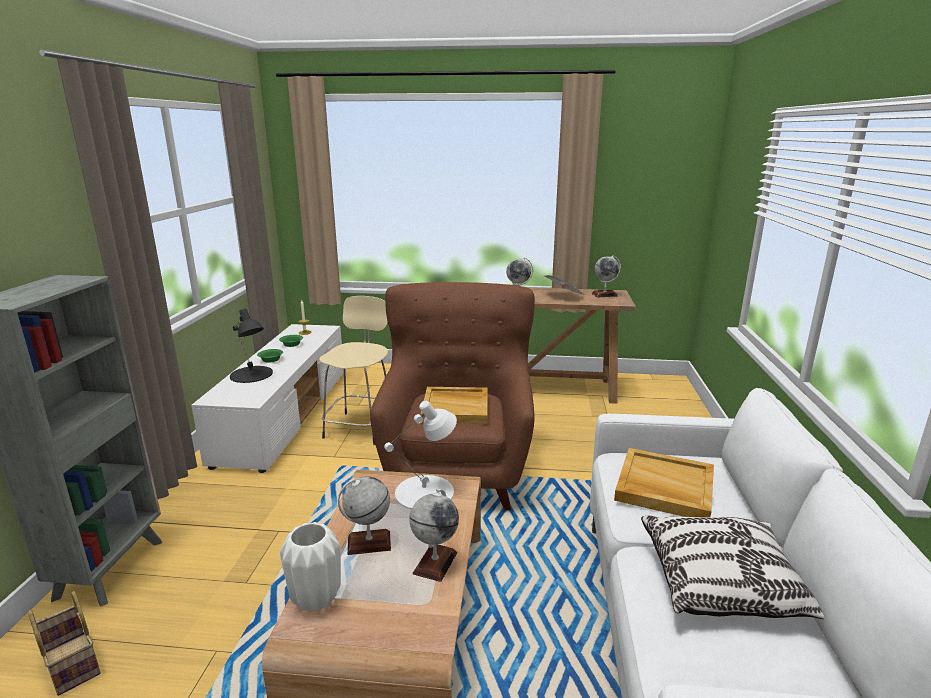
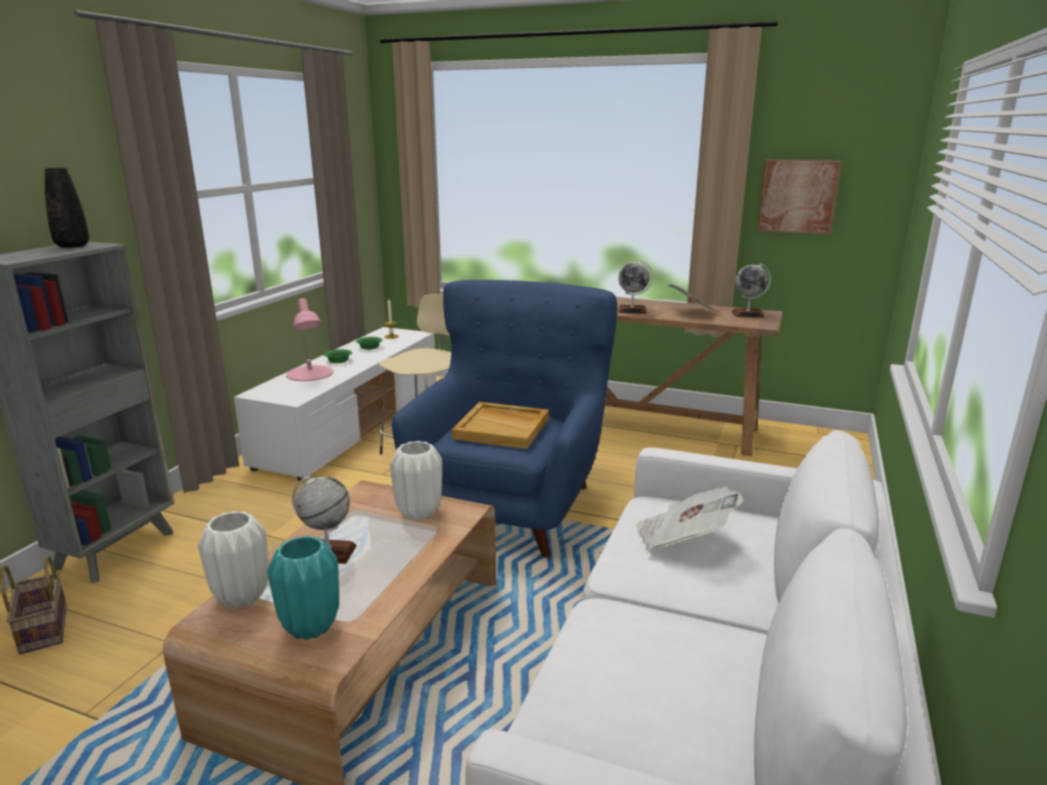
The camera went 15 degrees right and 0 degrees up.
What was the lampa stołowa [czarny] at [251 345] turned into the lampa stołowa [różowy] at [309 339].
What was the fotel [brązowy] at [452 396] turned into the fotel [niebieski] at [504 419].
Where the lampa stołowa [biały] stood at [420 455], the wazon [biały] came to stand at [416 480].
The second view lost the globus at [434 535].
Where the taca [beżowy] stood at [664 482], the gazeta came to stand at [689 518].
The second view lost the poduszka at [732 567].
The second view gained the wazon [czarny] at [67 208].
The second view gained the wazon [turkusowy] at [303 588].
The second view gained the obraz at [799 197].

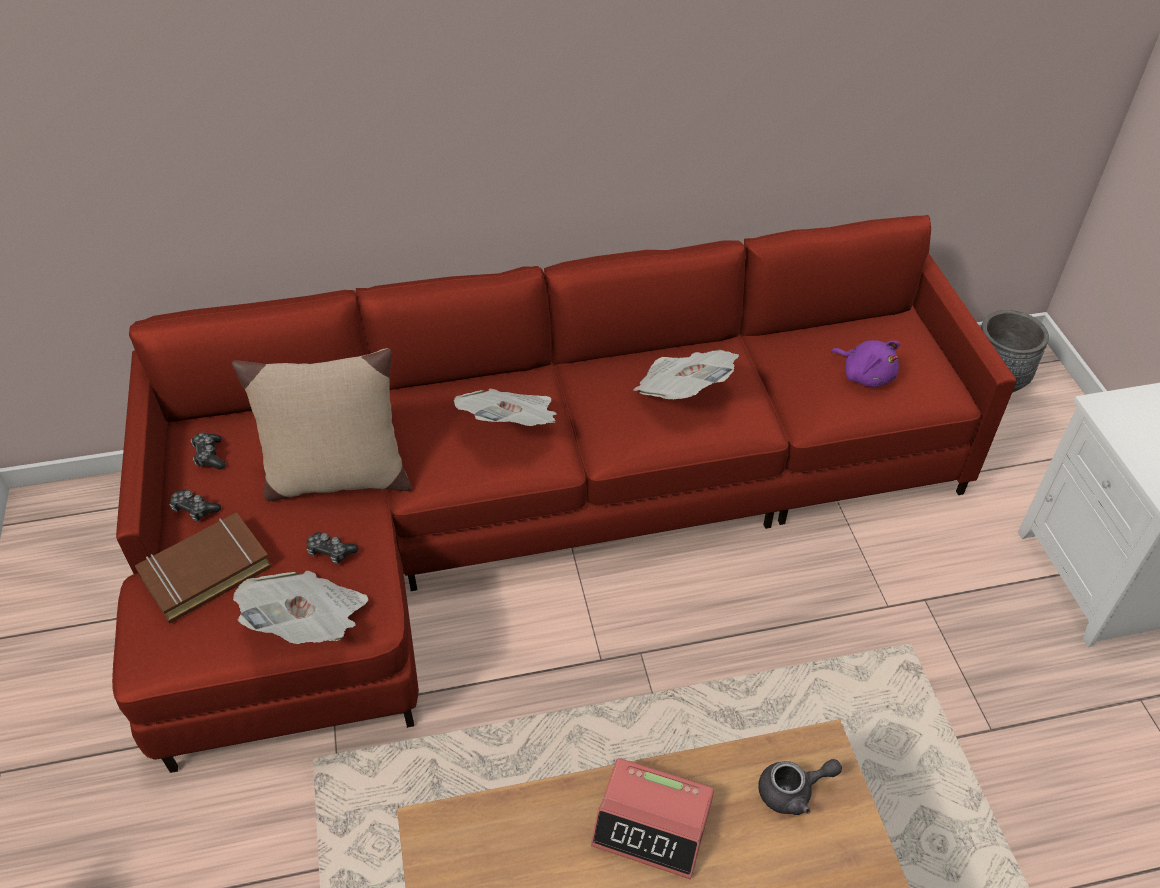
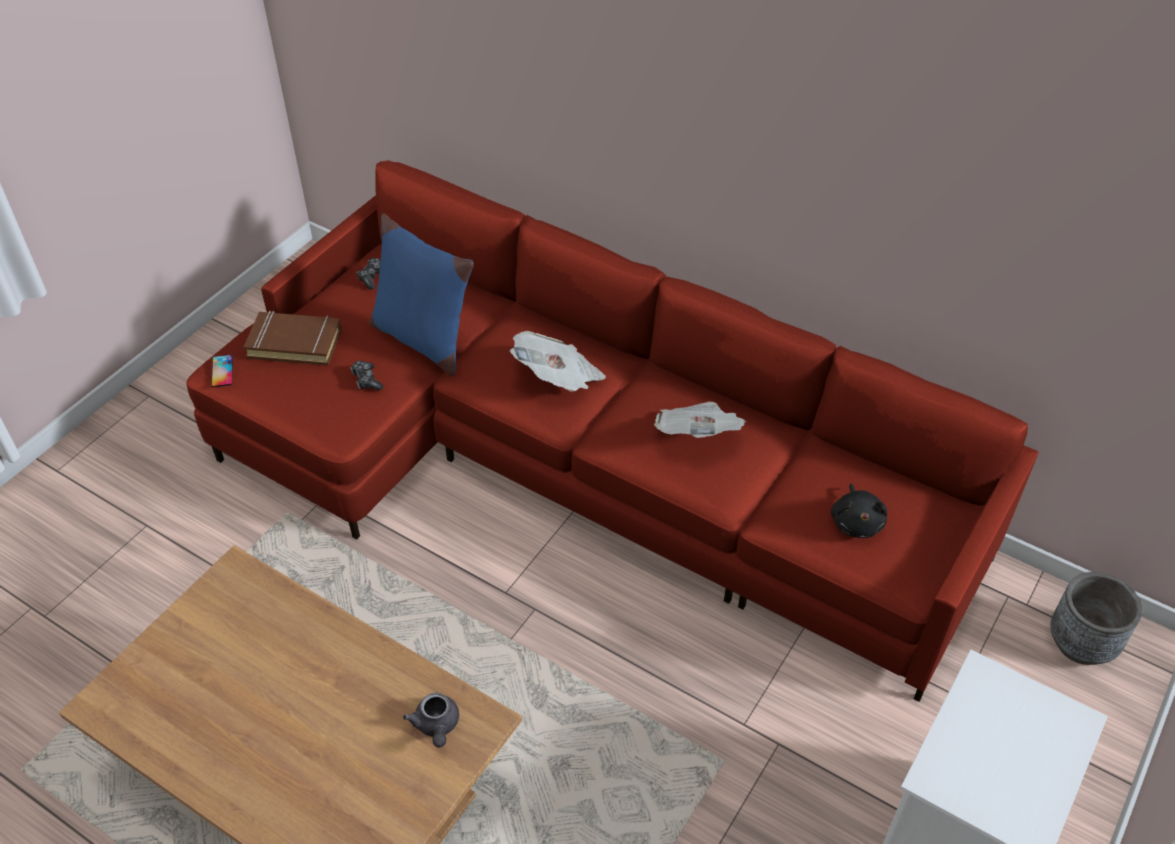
The camera went 45 degrees right and 0 degrees up.
The second view lost the pad do gier at [195 505].
What was the poduszka [beżowy] at [321 424] turned into the poduszka [niebieski] at [421 294].
The second view lost the gazeta at [300 607].
The second view lost the budzik at [652 818].
The imbryk [szary] at [800 787] ended up facing another way, 45 degrees clockwise from before.
What was the pluszak [fioletowy] at [865 363] turned into the pluszak [czarny] at [859 511].
The second view gained the telefon at [222 371].

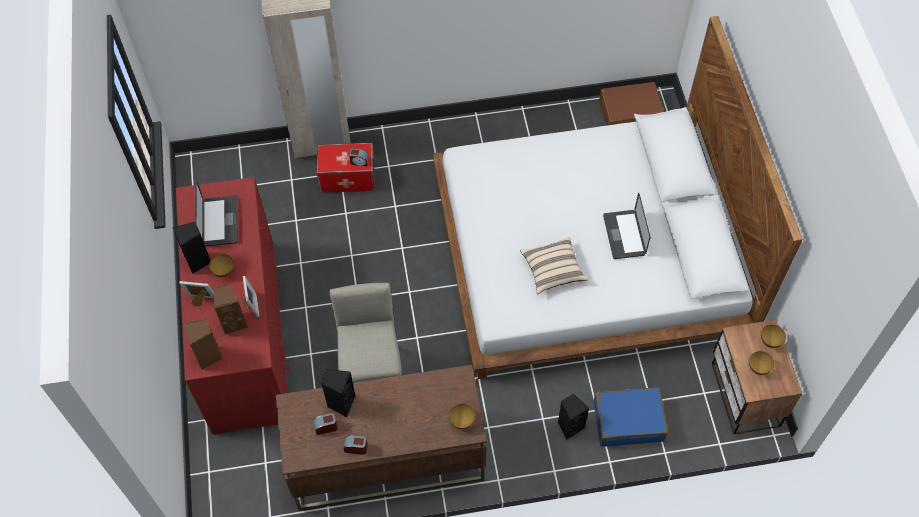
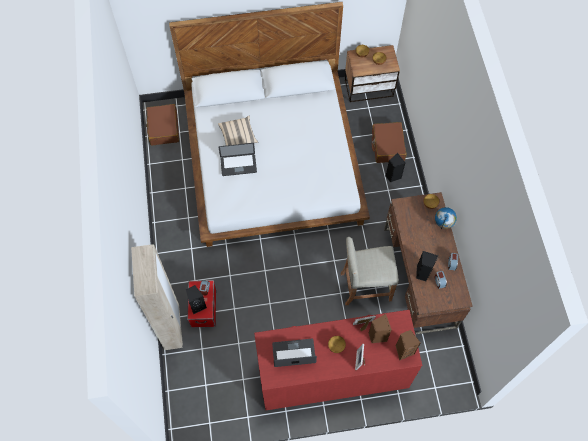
The camera went 90 degrees left and 5 degrees up.
The głośnik [czarny] ended up elsewhere, having gone from [192 248] to [196 299].
The poduszka [beżowy] ended up elsewhere, having gone from [554 265] to [238 131].
What was the walizka [niebieski] at [630 417] turned into the walizka [brązowy] at [389 142].
The laptop ended up elsewhere, having gone from [627 225] to [238 159].
The second view gained the globus at [446 218].

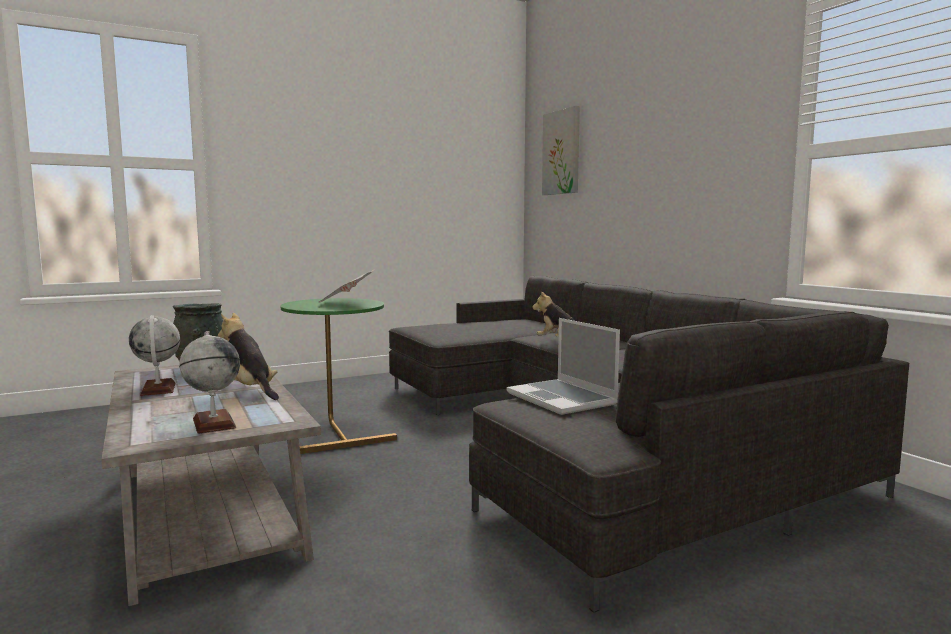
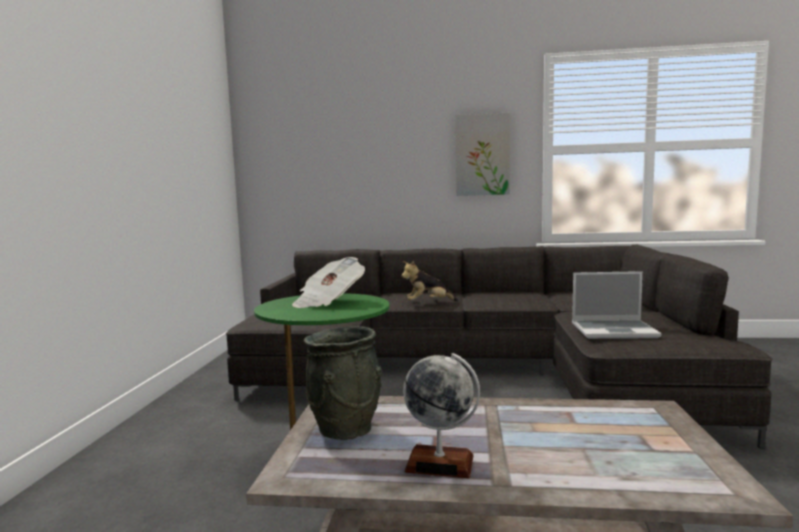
The camera went 55 degrees left and 0 degrees up.
The second view lost the globus at [209 382].
The second view lost the pluszak at [248 356].
The obraz ended up elsewhere, having gone from [561 150] to [482 154].

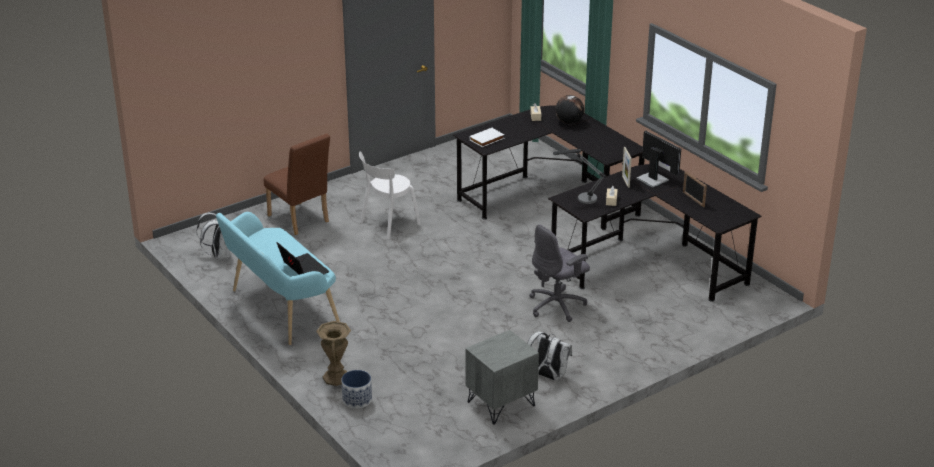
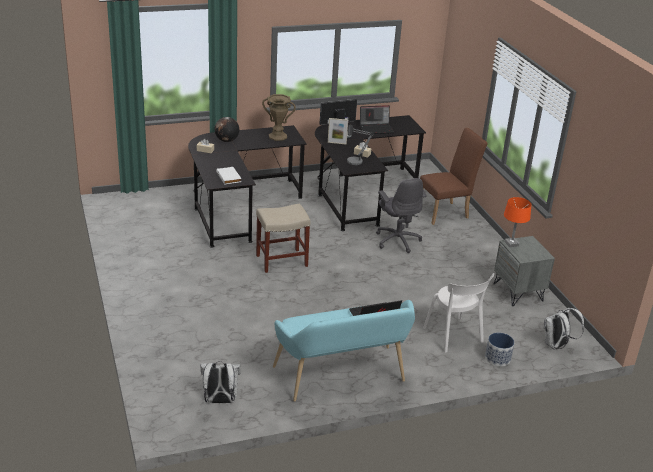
The camera went 75 degrees left and 0 degrees up.
The krzesło [brązowy] ended up elsewhere, having gone from [297 184] to [454 176].
The wazon [brązowy] ended up elsewhere, having gone from [333 353] to [279 117].
The krzesło [biały] ended up elsewhere, having gone from [389 195] to [458 313].
The plecak [biały] ended up elsewhere, having gone from [549 356] to [564 329].
Where the ramka na zdjęcie stood at [695 189], the laptop came to stand at [377 119].
The second view gained the stołek [beżowy] at [283 238].
The second view gained the lampa stołowa [pomarańczowy] at [517 222].

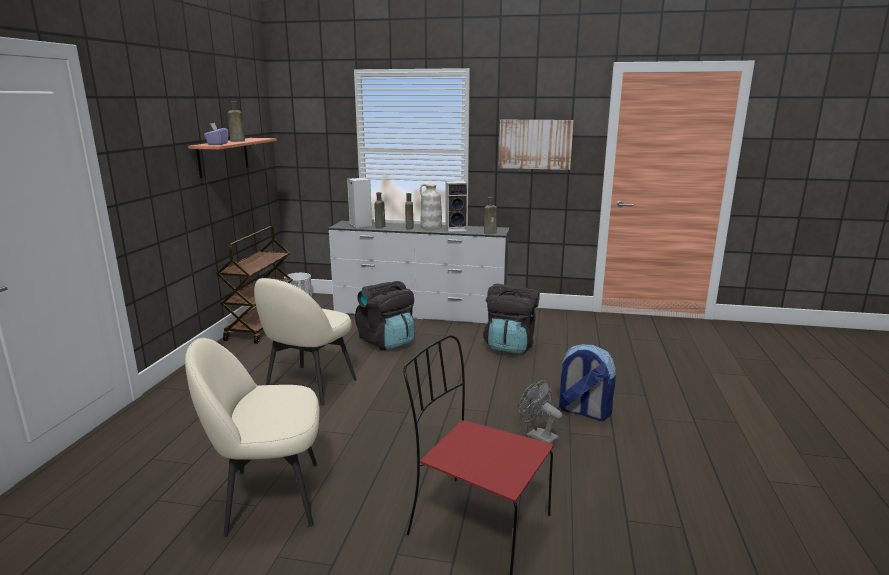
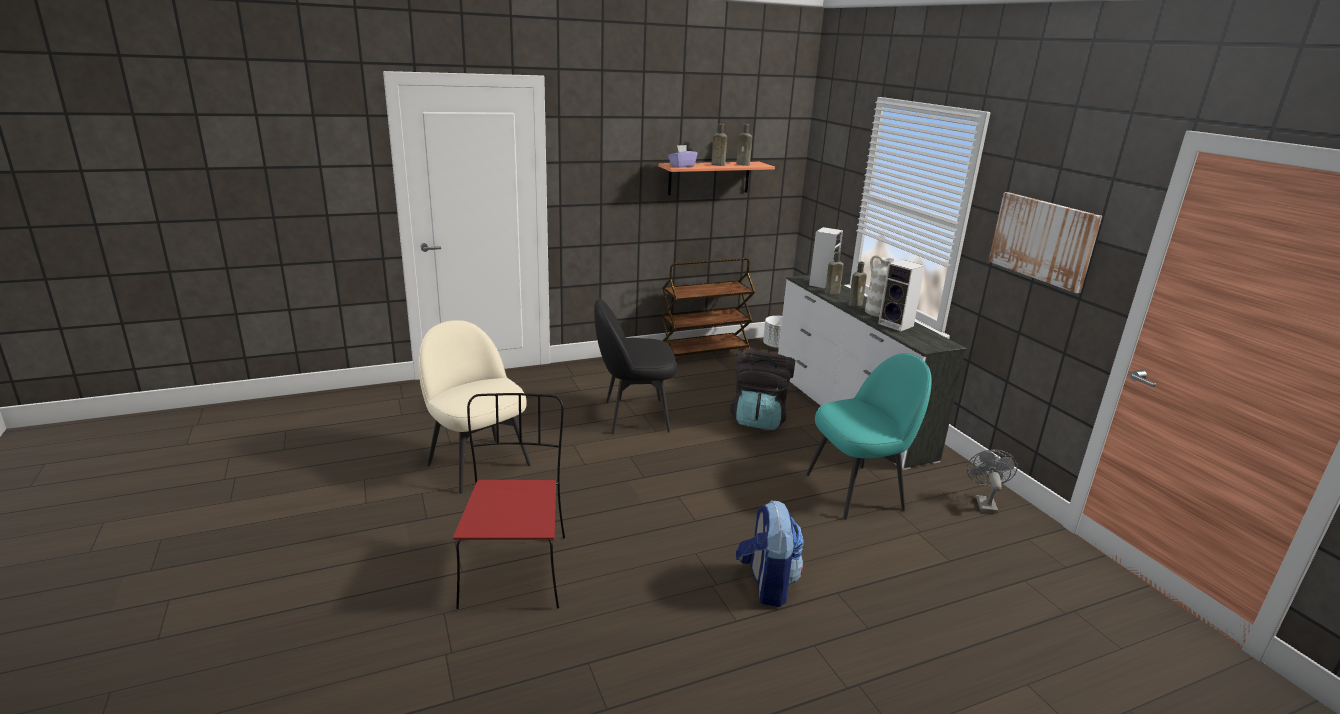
The camera went 55 degrees right and 5 degrees up.
What was the krzesło [beżowy] at [305 342] turned into the krzesło [czarny] at [635 366].
Where the plecak [czarny] stood at [511 319], the krzesło [turkusowy] came to stand at [869 436].
The butelka [brązowy] ended up elsewhere, having gone from [490 215] to [744 145].
The wentylator [szary] ended up elsewhere, having gone from [541 412] to [992 482].

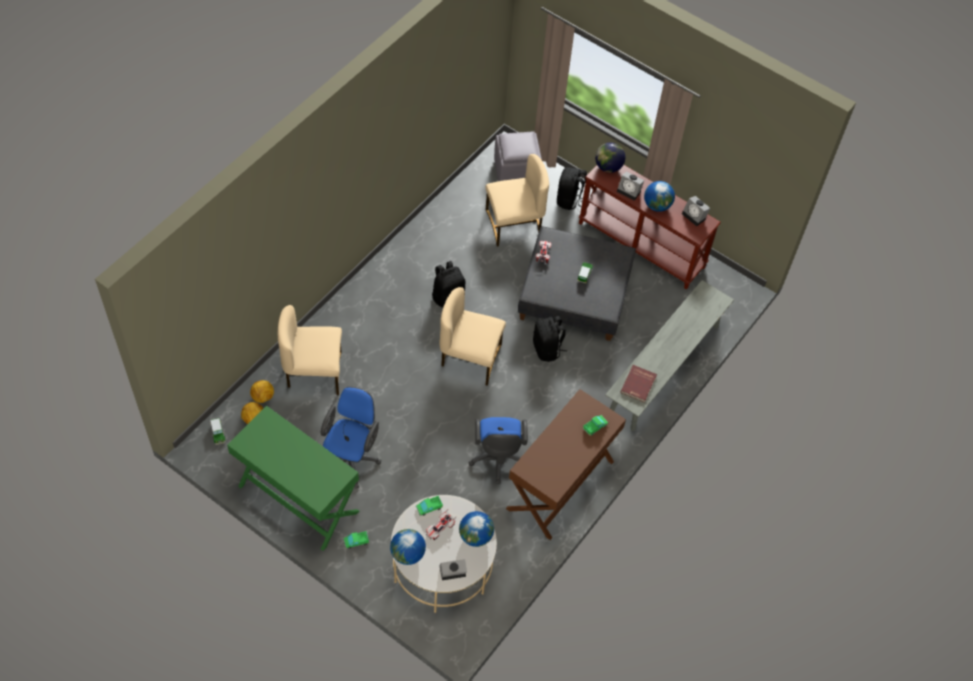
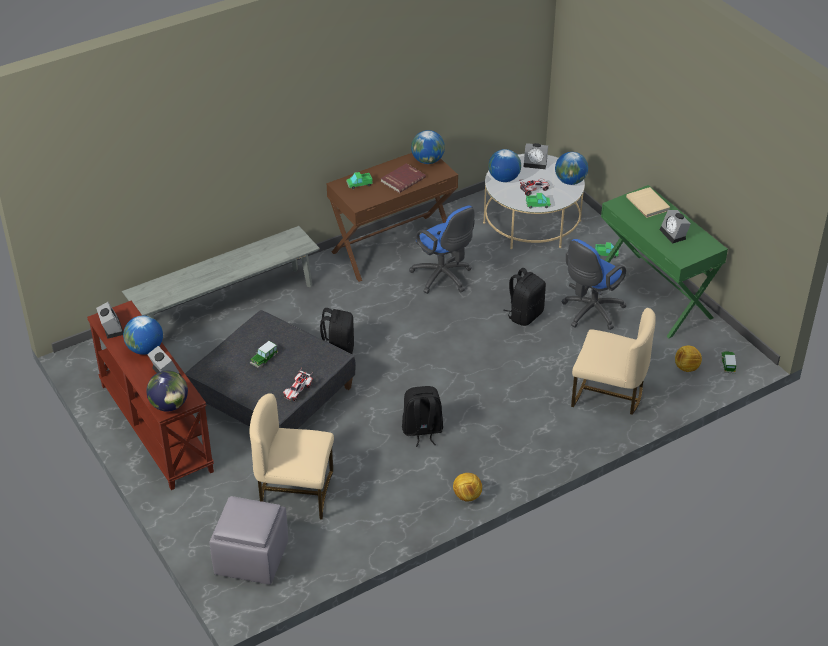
The camera went 155 degrees left and 15 degrees down.
The piłka futbolowa ended up elsewhere, having gone from [262 391] to [467 487].
The second view lost the krzesło [beżowy] at [473 336].
The krzesło biurowe [niebieski] at [498 450] ended up facing another way, 120 degrees clockwise from before.
The plecak [czarny] ended up elsewhere, having gone from [572 188] to [524 297].
The książka [czerwony] ended up elsewhere, having gone from [639 384] to [403 178].
The second view gained the globus at [428 147].
The second view gained the książka [beżowy] at [648 202].
The second view gained the budzik at [675 227].

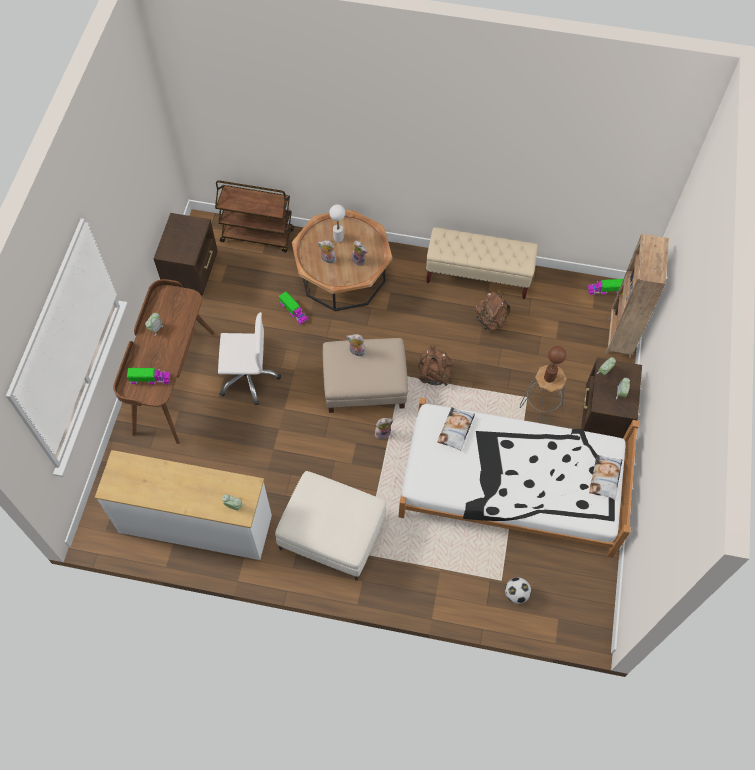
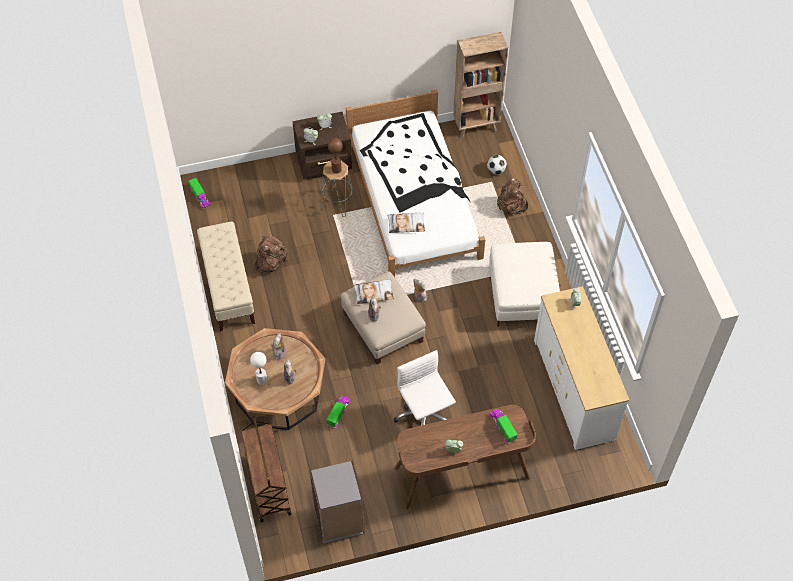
The camera went 115 degrees left and 5 degrees down.
Where the szafka nocna [brązowy] stood at [186 254], the regał [szary] came to stand at [337 502].
The plecak [brązowy] ended up elsewhere, having gone from [435 365] to [512 196].
The poduszka ended up elsewhere, having gone from [605 477] to [373 292].
The regał [brązowy] ended up elsewhere, having gone from [636 296] to [480 85].

